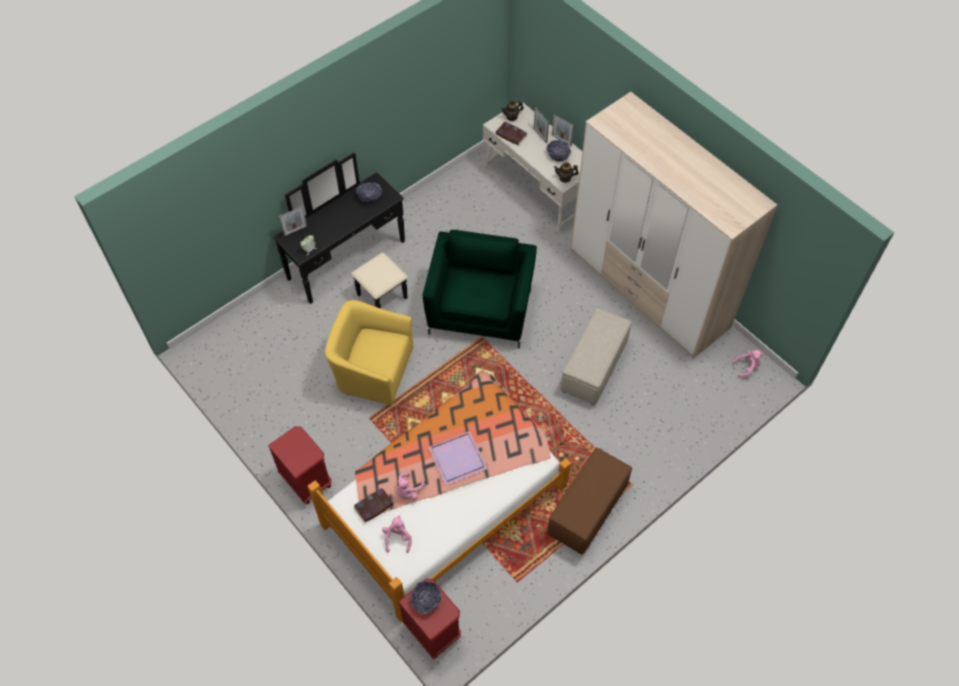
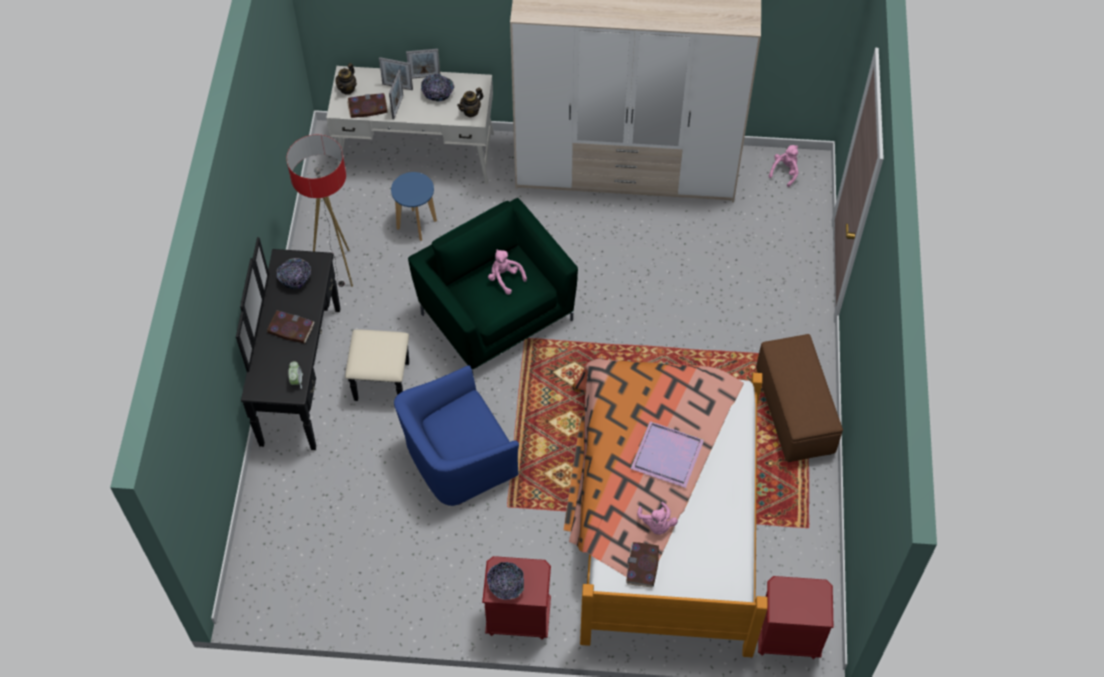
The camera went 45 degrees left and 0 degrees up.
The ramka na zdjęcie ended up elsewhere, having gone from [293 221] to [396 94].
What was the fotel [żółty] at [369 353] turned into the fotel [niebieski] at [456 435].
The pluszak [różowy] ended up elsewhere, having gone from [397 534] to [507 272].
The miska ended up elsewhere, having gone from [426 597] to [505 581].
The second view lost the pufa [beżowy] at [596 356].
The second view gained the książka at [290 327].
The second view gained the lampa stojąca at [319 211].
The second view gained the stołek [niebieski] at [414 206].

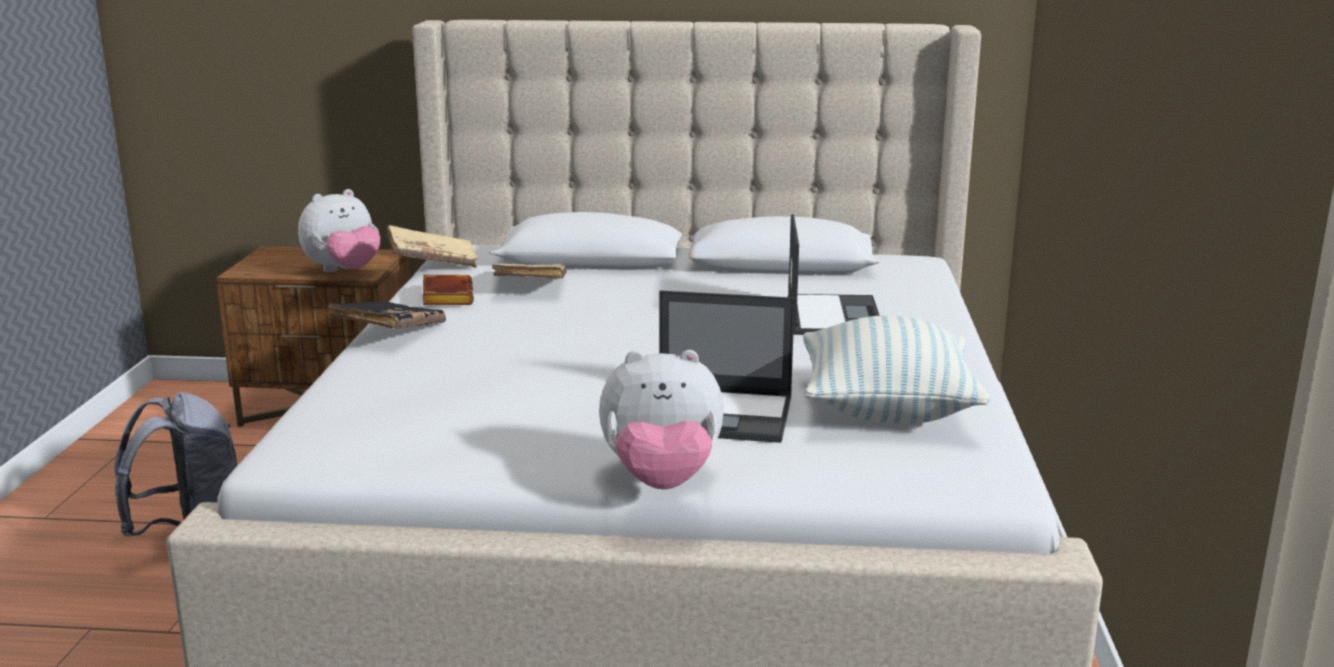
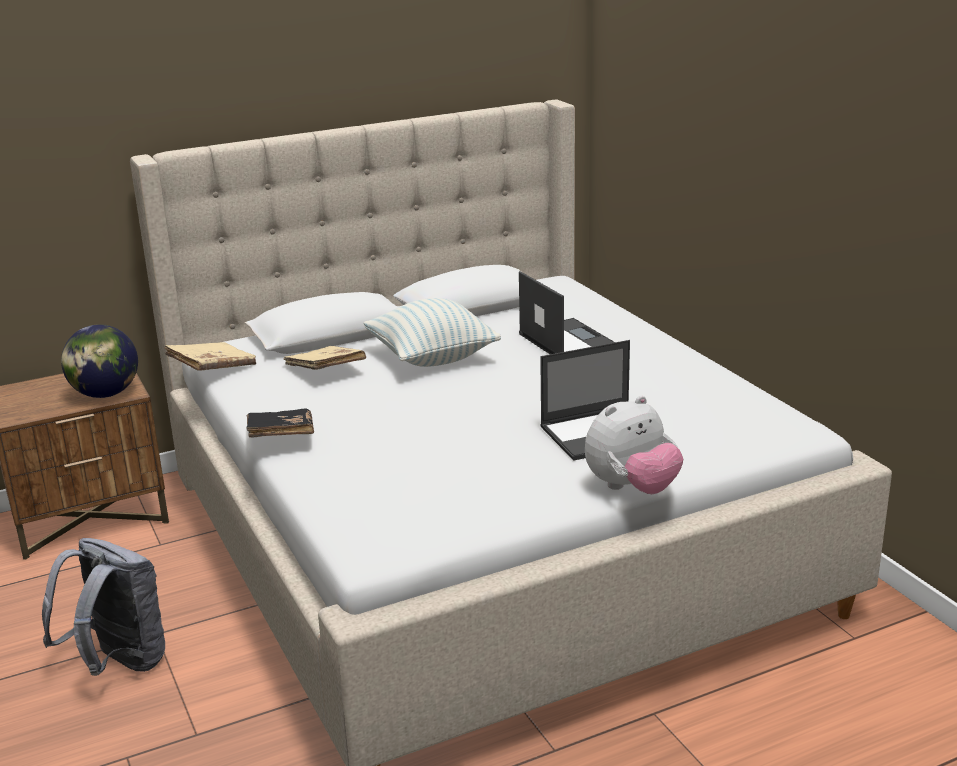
The camera went 30 degrees left and 5 degrees up.
Where the pluszak stood at [339 230], the globus came to stand at [99 361].
The second view lost the książka [brązowy] at [448 290].
The poduszka ended up elsewhere, having gone from [896 369] to [432 332].

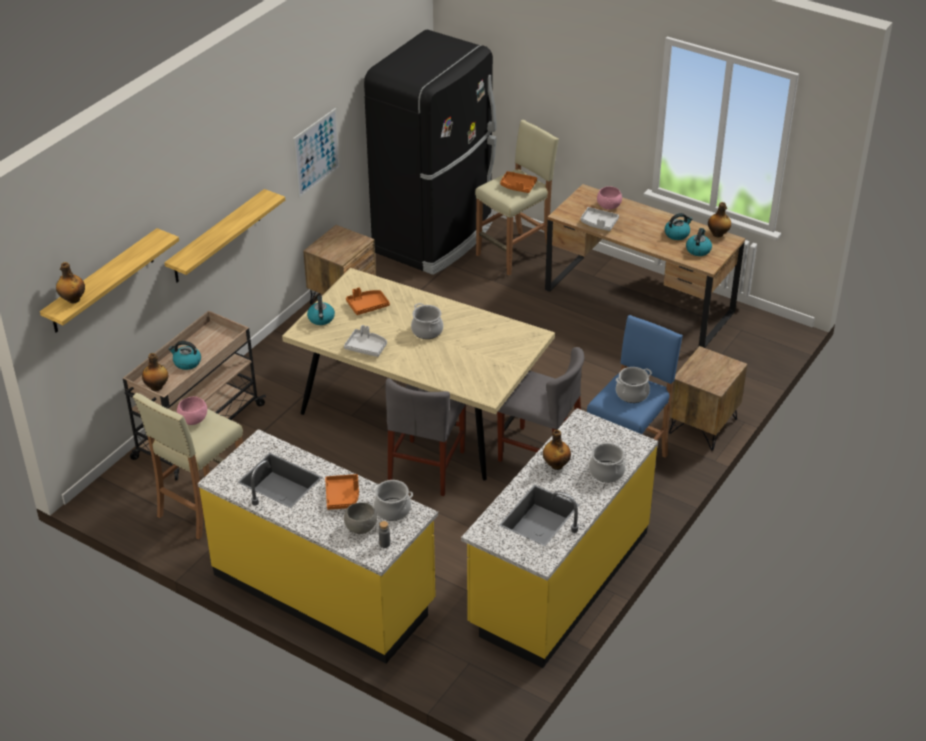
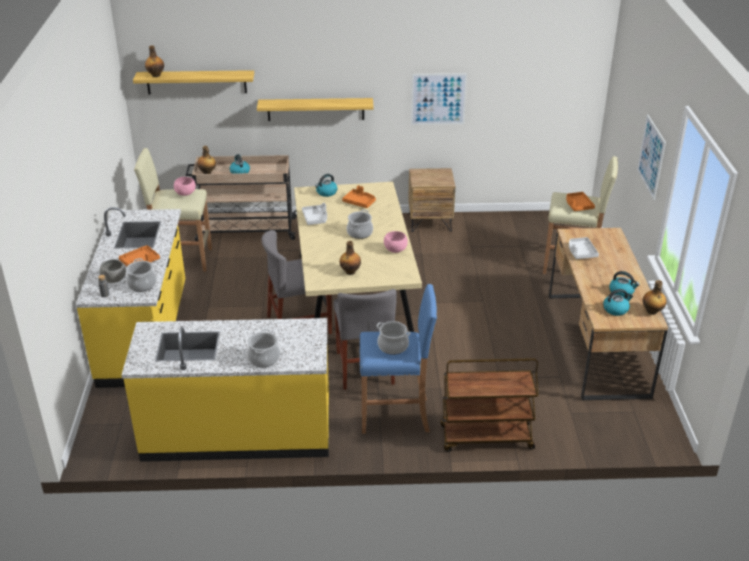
The camera went 55 degrees right and 5 degrees down.
The second view lost the lodówka [czarny] at [430 152].
The butelka ended up elsewhere, having gone from [557 450] to [350 258].
The miska [różowy] ended up elsewhere, having gone from [609 198] to [396 242].
Where the szafka nocna [brązowy] stood at [708 398], the wózek [brązowy] came to stand at [489 405].
The second view gained the obraz at [651 157].

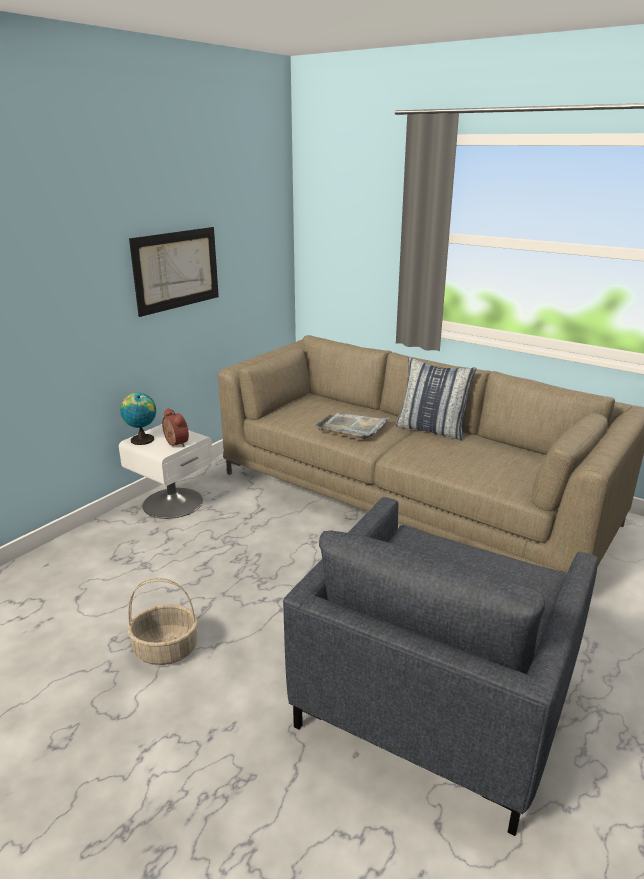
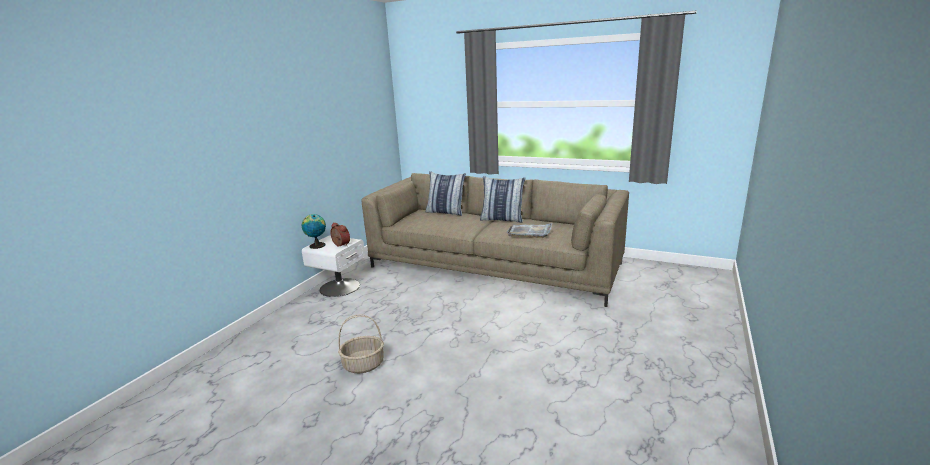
The camera went 10 degrees left and 5 degrees down.
The second view lost the obraz at [174 272].
The second view lost the fotel [szary] at [440 666].
The taca [szary] ended up elsewhere, having gone from [352 426] to [529 230].
The second view gained the poduszka at [446 193].

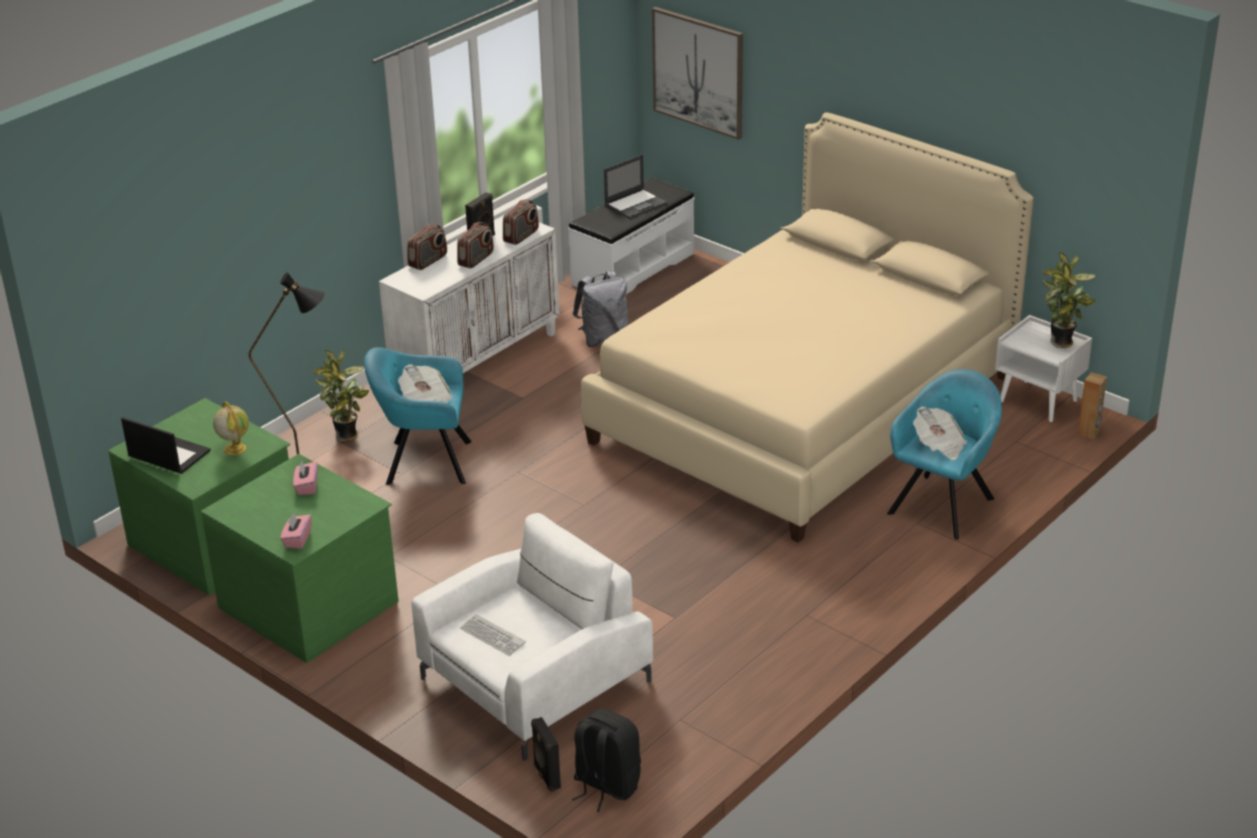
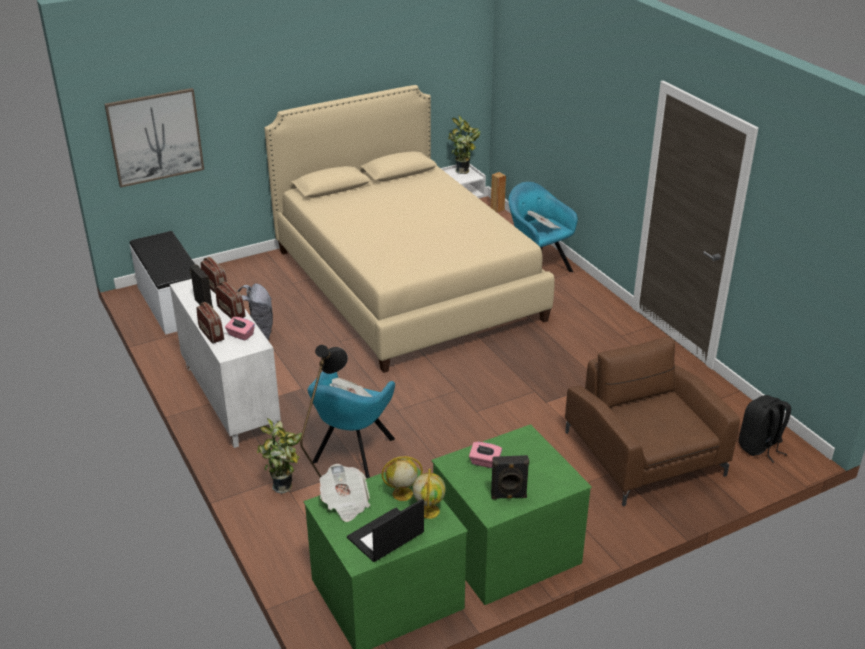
The camera went 70 degrees left and 0 degrees up.
The pudełko chusteczek [różowy] ended up elsewhere, having gone from [295 530] to [240 329].
What was the fotel [biały] at [532 637] turned into the fotel [brązowy] at [652 421].
The second view lost the klawiatura at [493 635].
The głośnik [czarny] ended up elsewhere, having gone from [546 754] to [510 477].
The second view lost the laptop at [636 187].
The second view gained the gazeta at [345 493].
The second view gained the globus at [429 494].

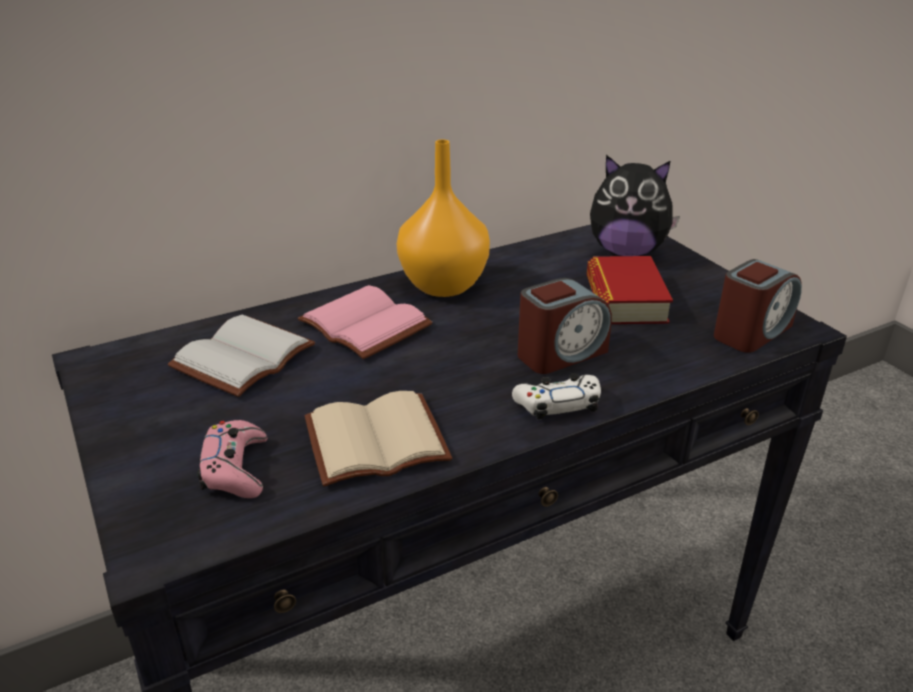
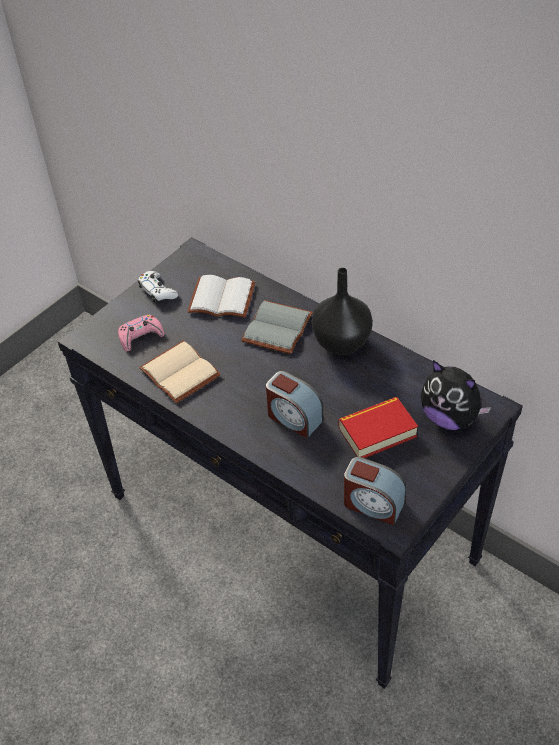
The camera went 70 degrees right and 15 degrees up.
What was the książka [różowy] at [365 322] turned into the książka [szary] at [277 327].
What was the wazon [pomarańczowy] at [443 218] turned into the wazon [czarny] at [342 311].
The pad do gier [biały] ended up elsewhere, having gone from [556 396] to [158 287].
The pluszak at [635 205] ended up facing another way, 45 degrees counterclockwise from before.

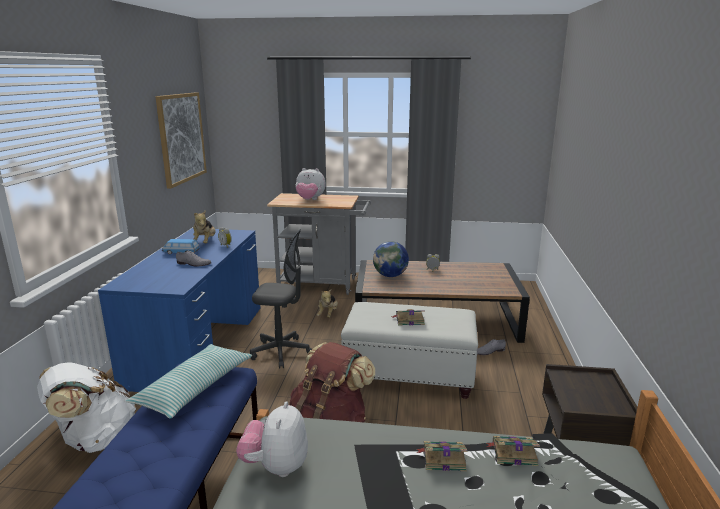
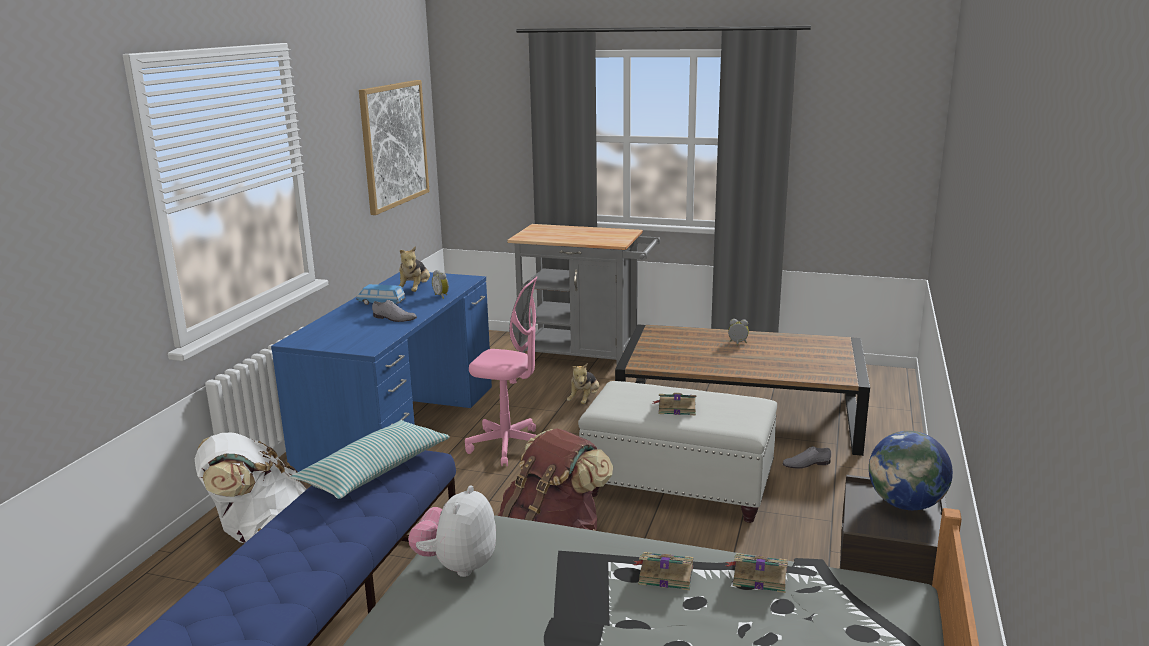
The camera went 10 degrees right and 0 degrees up.
What was the krzesło biurowe [szary] at [281 298] turned into the krzesło biurowe [różowy] at [501 371].
The second view lost the pluszak at [310 184].
The globus ended up elsewhere, having gone from [391 259] to [911 470].

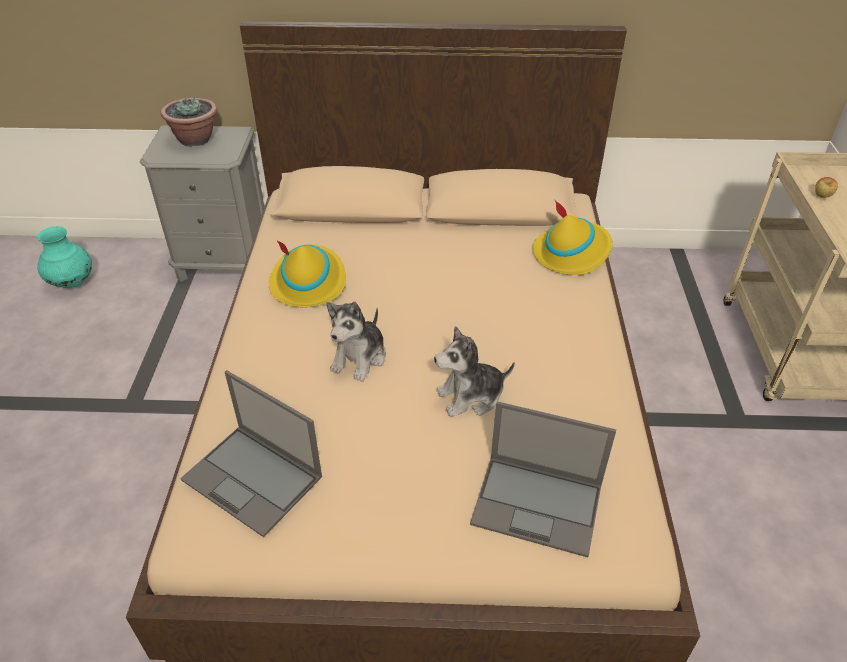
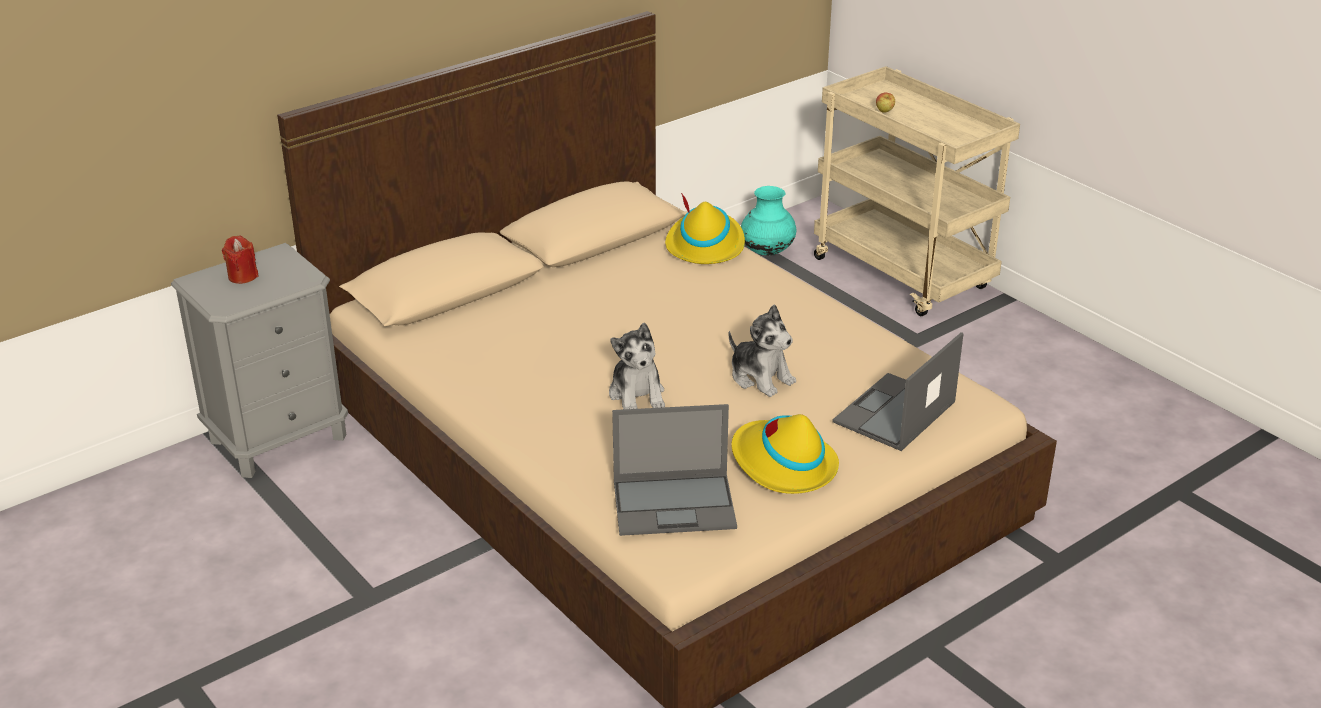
The camera went 40 degrees left and 10 degrees down.
The wazon [turkusowy] ended up elsewhere, having gone from [64 257] to [768 220].
Where the roślina doniczkowa stood at [189 121], the świeca [czerwony] came to stand at [240 260].
The kapelusz [żółty] ended up elsewhere, having gone from [307 274] to [785 454].
The pluszak at [474 371] ended up facing another way, 75 degrees counterclockwise from before.
The laptop at [543 479] ended up facing another way, 150 degrees clockwise from before.

